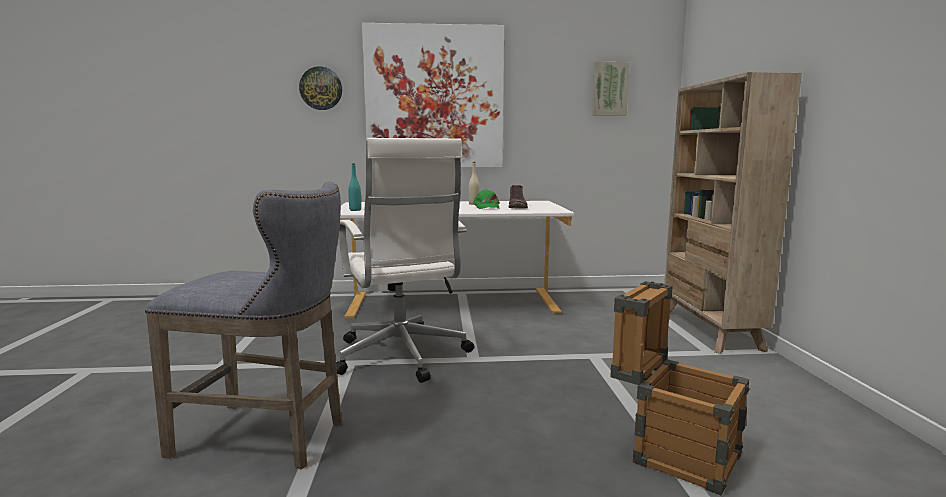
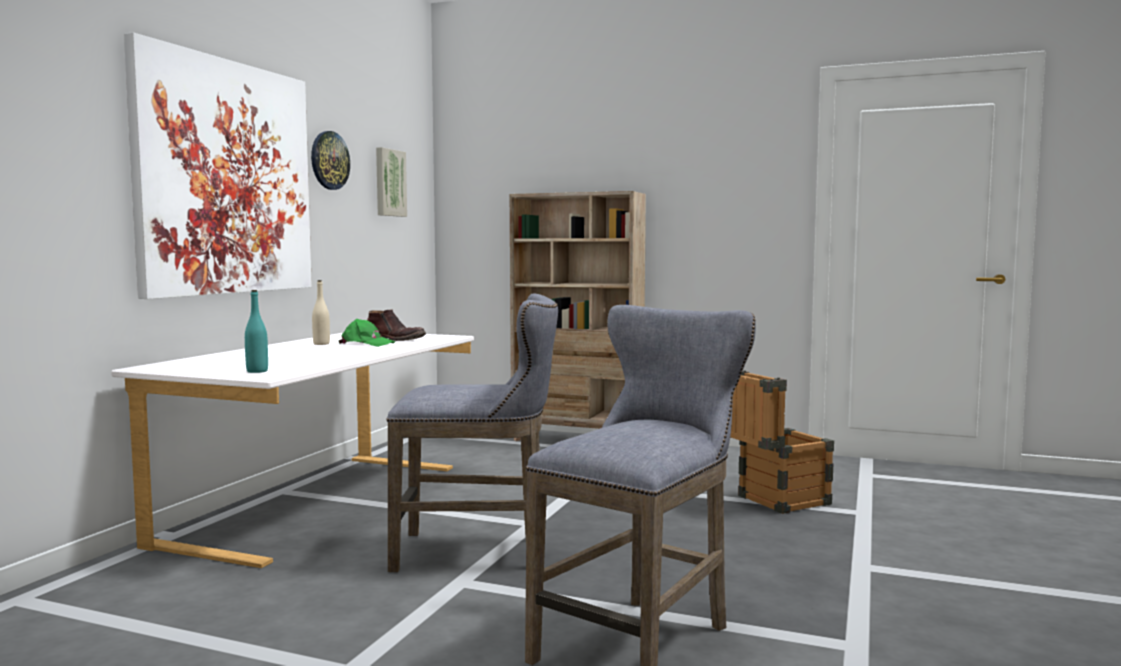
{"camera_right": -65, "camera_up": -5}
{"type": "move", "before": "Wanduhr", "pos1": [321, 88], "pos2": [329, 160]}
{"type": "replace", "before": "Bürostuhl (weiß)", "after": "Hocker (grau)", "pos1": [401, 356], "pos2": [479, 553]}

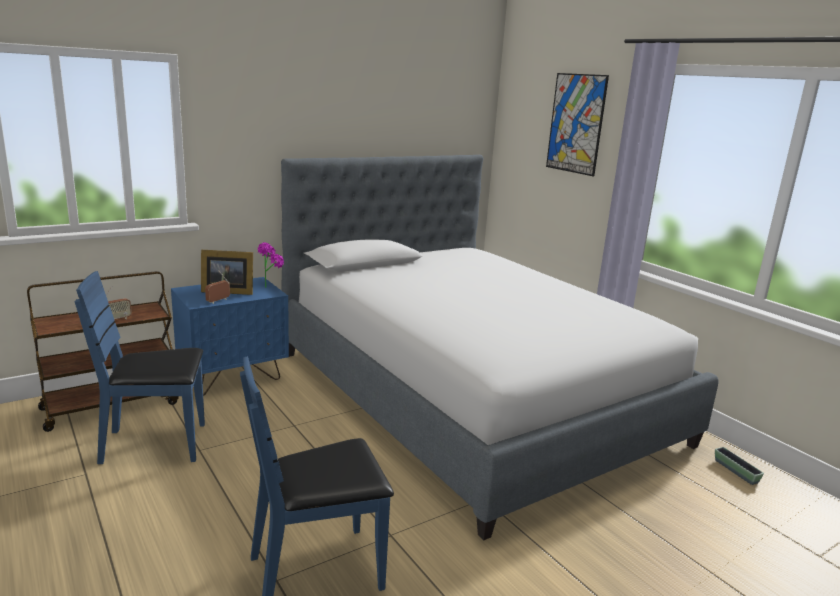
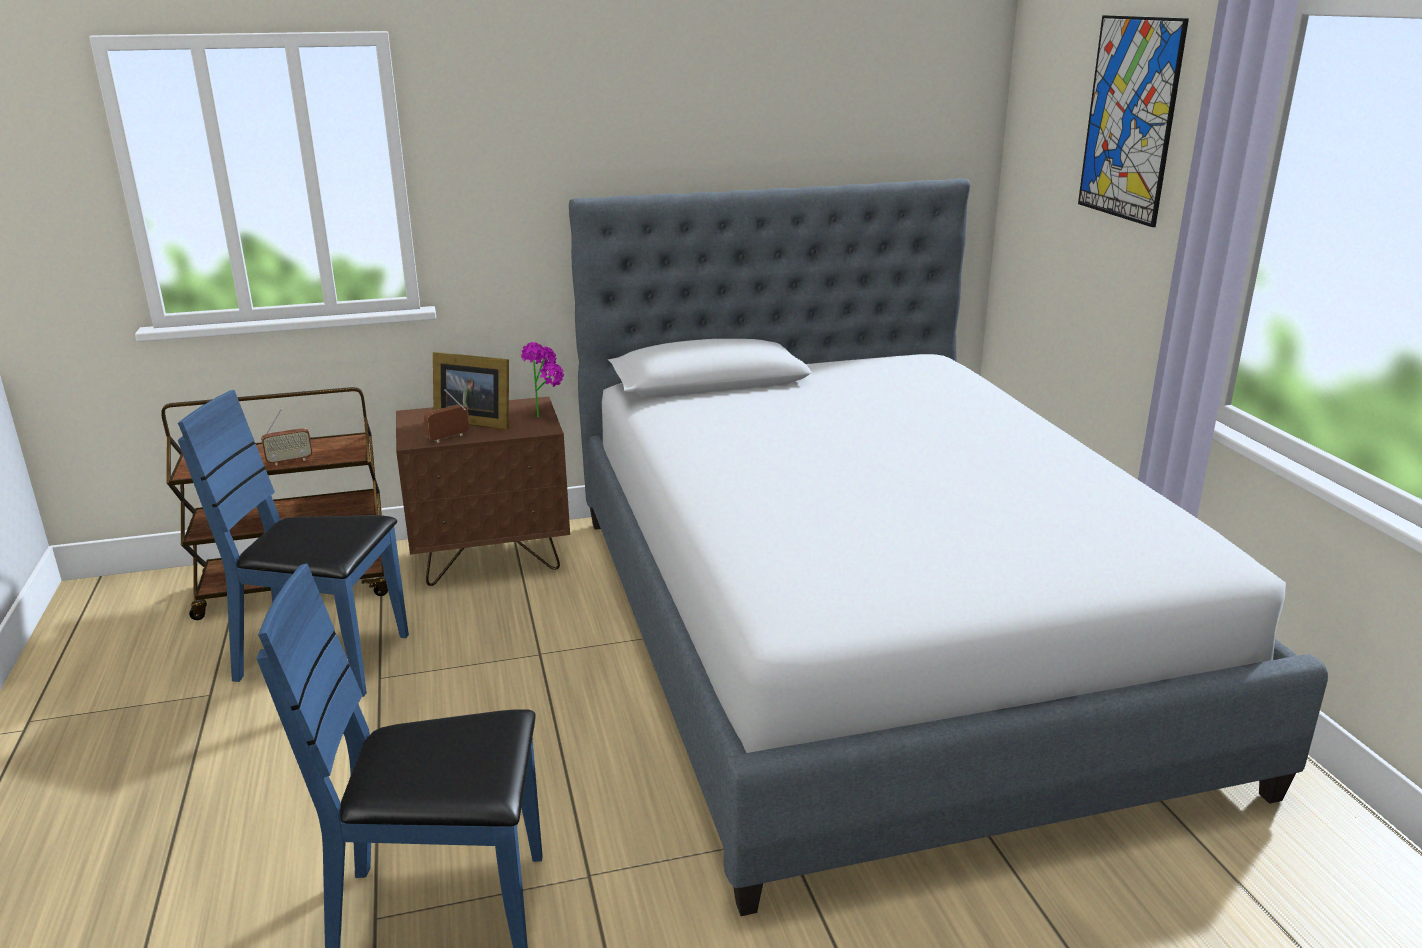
{"camera_right": 20, "camera_up": 5}
{"type": "recolor", "before": "Nachttisch (blau)", "after": "Nachttisch (braun)", "pos1": [233, 377], "pos2": [491, 558]}
{"type": "delete", "before": "Pflanzkübel", "pos1": [736, 471]}

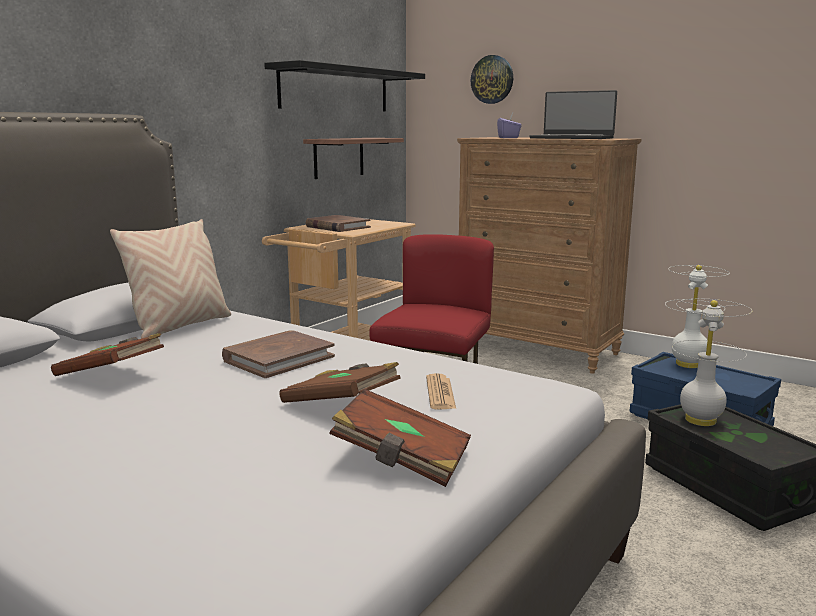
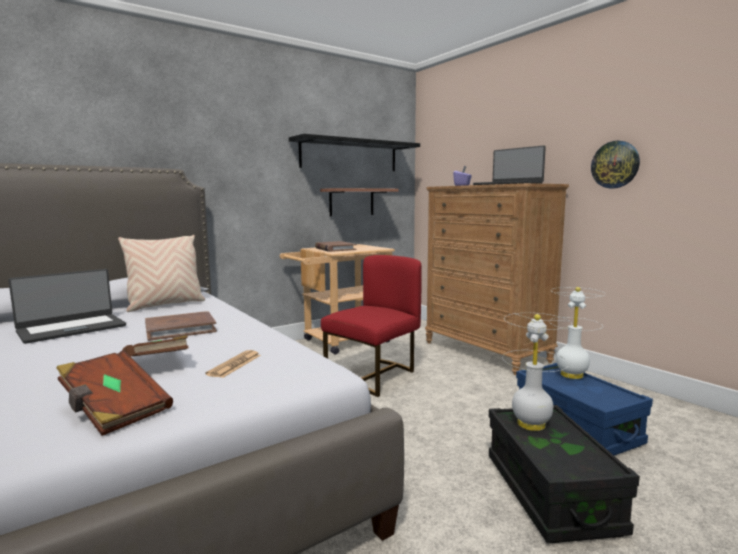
{"camera_right": 20, "camera_up": -5}
{"type": "replace", "before": "Buch (braun)", "after": "Laptop", "pos1": [111, 374], "pos2": [72, 328]}
{"type": "move", "before": "Wanduhr", "pos1": [492, 79], "pos2": [615, 164]}

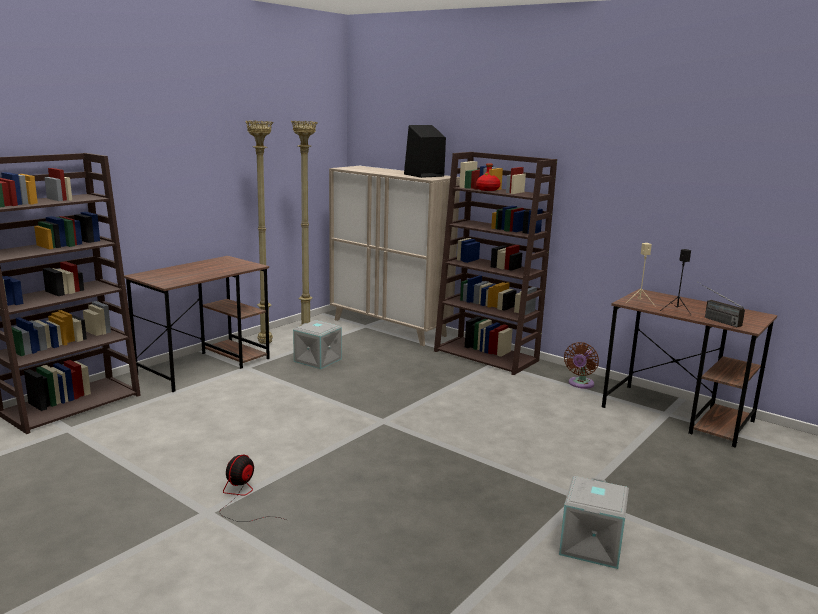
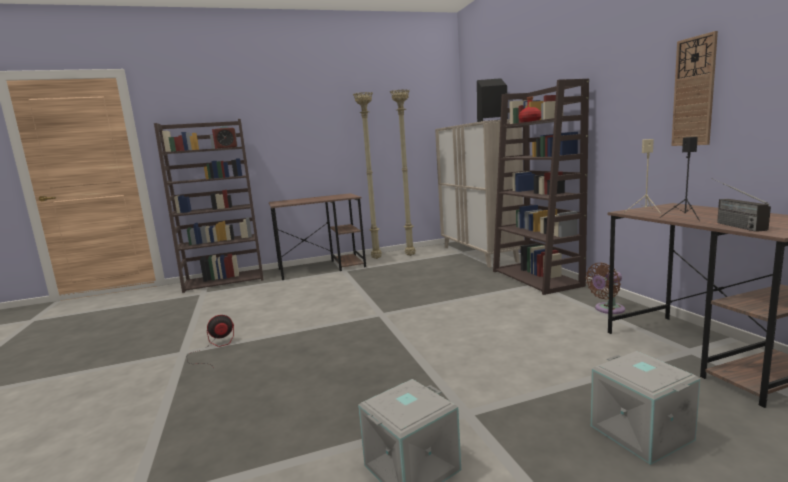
{"camera_right": 35, "camera_up": -5}
{"type": "insert", "after": "Wecker", "pos2": [227, 147]}
{"type": "move", "before": "Aufbewahrungsbox (grau)", "pos1": [317, 360], "pos2": [639, 433]}
{"type": "insert", "after": "Wanduhr", "pos2": [694, 92]}

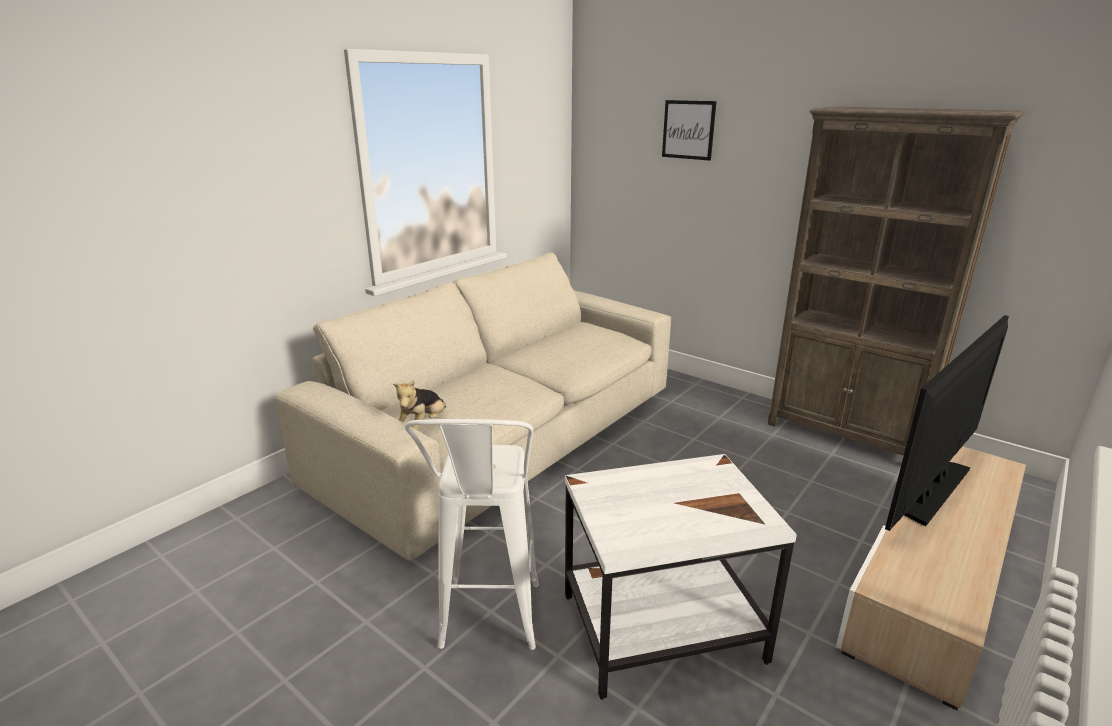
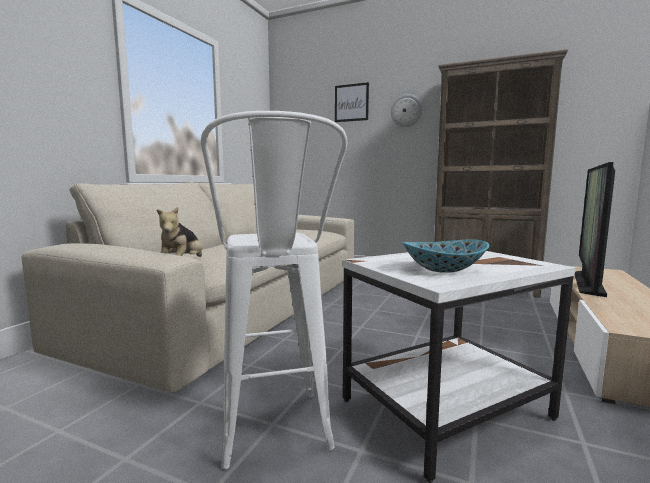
{"camera_right": -15, "camera_up": -15}
{"type": "insert", "after": "Wanduhr", "pos2": [406, 110]}
{"type": "insert", "after": "Schüssel", "pos2": [444, 269]}

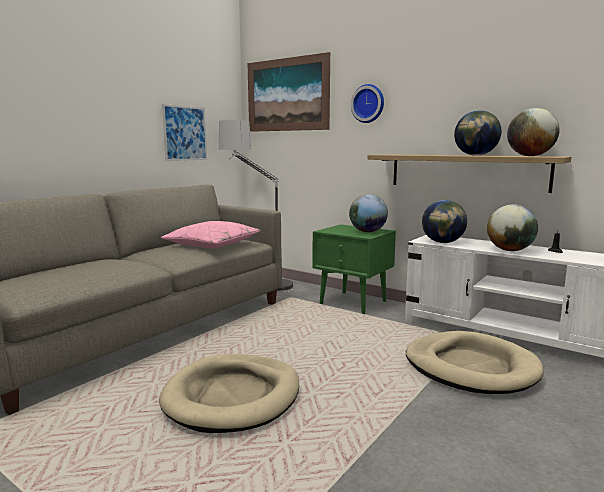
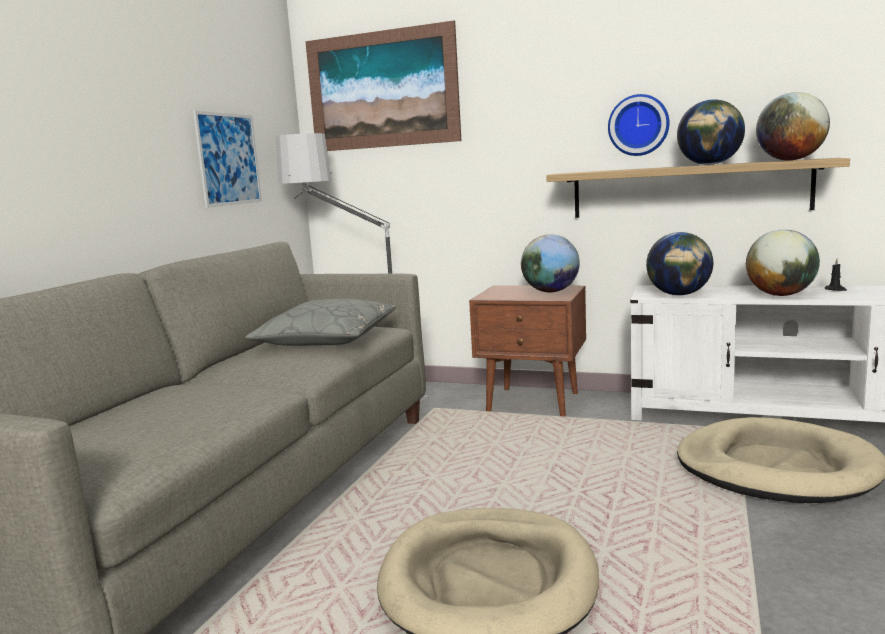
{"camera_right": -15, "camera_up": 0}
{"type": "recolor", "before": "Kissen (rosa)", "after": "Kissen (grau)", "pos1": [212, 244], "pos2": [327, 339]}
{"type": "recolor", "before": "Nachttisch (grün)", "after": "Nachttisch (braun)", "pos1": [353, 303], "pos2": [534, 402]}
{"type": "move", "before": "Wanduhr", "pos1": [368, 103], "pos2": [638, 125]}

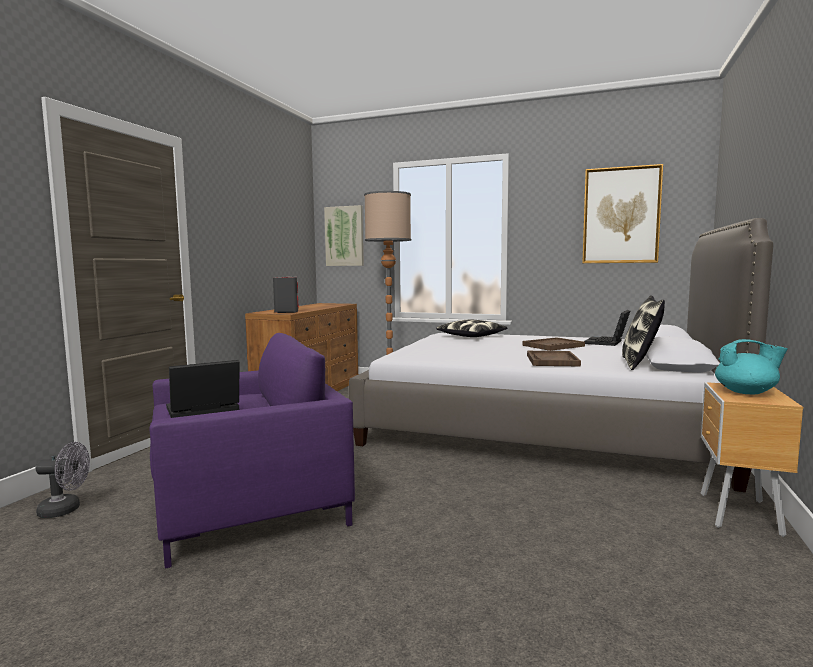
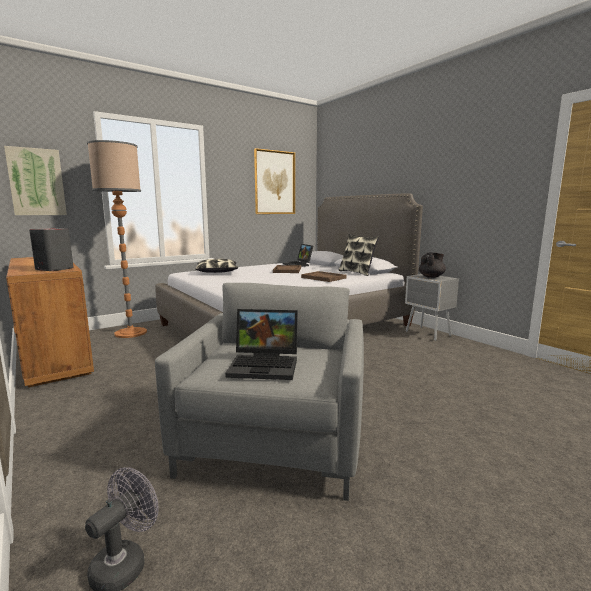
{"camera_right": -55, "camera_up": 5}
{"type": "recolor", "before": "Sessel (lila)", "after": "Sessel (grau)", "pos1": [250, 506], "pos2": [275, 439]}
{"type": "rotate", "before": "Laptop", "pos1": [201, 410], "pos2": [266, 365], "turn": -90}
{"type": "recolor", "before": "Nachttisch (braun)", "after": "Nachttisch (grau)", "pos1": [738, 515], "pos2": [428, 334]}
{"type": "recolor", "before": "Teekanne (türkis)", "after": "Teekanne (schwarz)", "pos1": [746, 392], "pos2": [431, 277]}

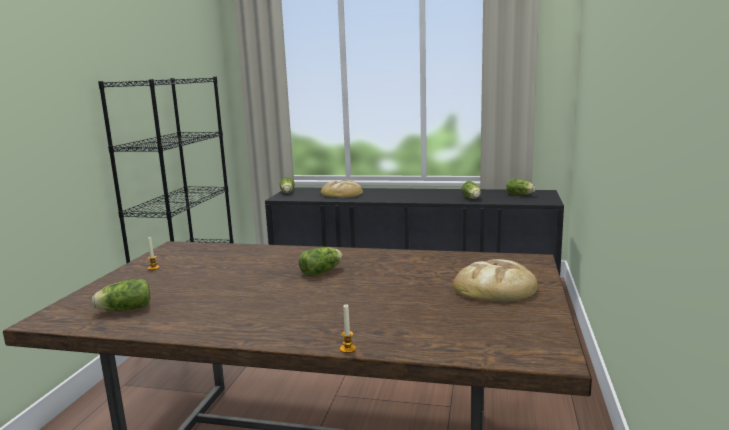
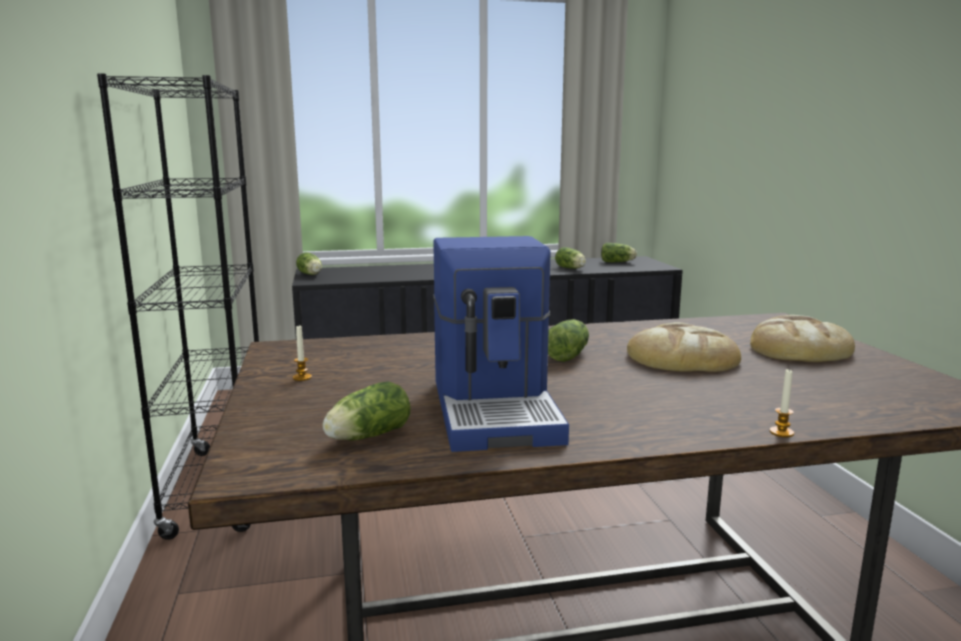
{"camera_right": -25, "camera_up": 0}
{"type": "insert", "after": "Kaffeemaschine", "pos2": [496, 409]}
{"type": "move", "before": "Brot", "pos1": [342, 193], "pos2": [681, 358]}

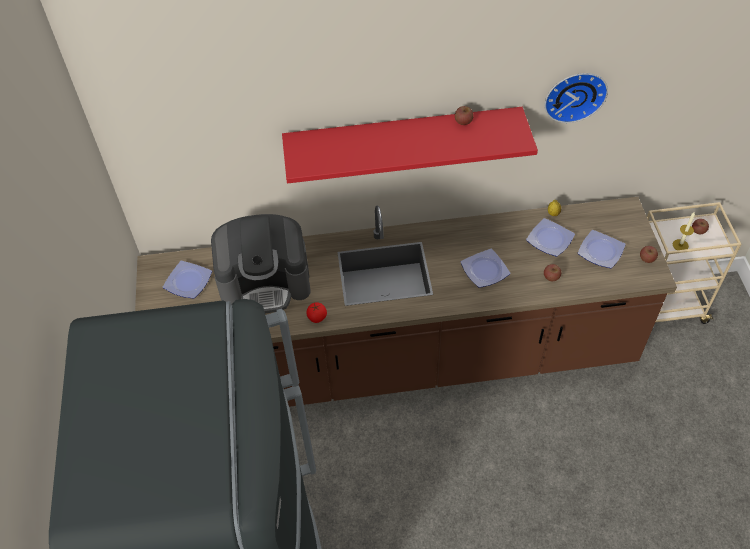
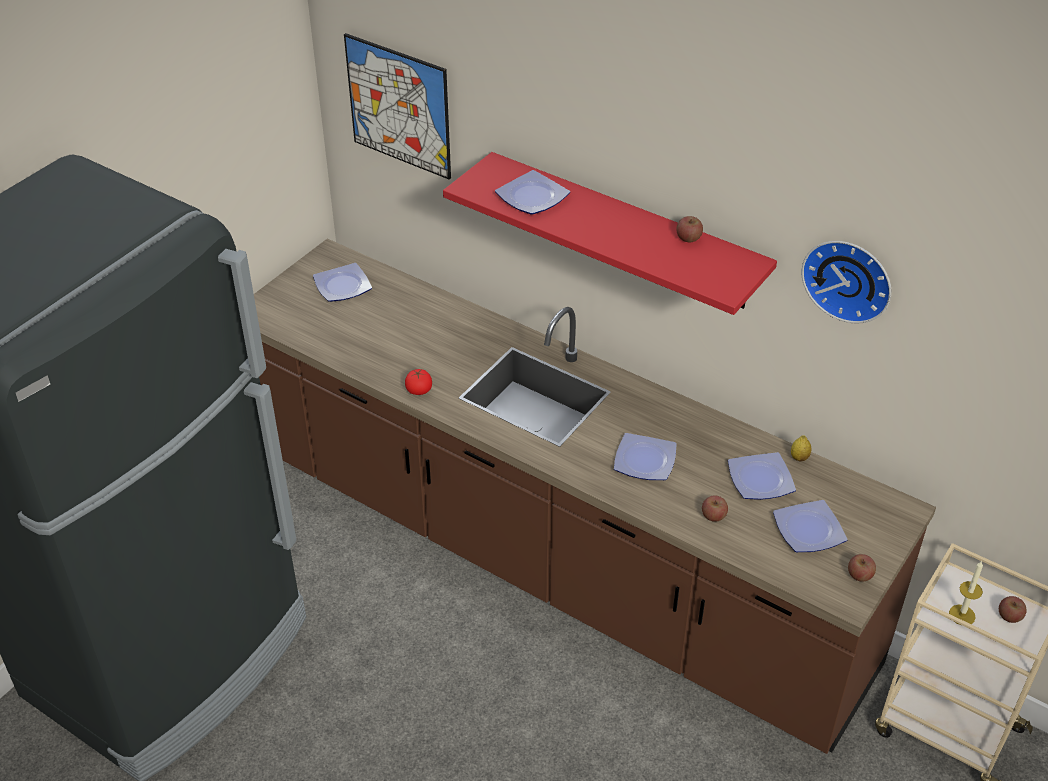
{"camera_right": 40, "camera_up": -10}
{"type": "insert", "after": "Bild", "pos2": [399, 106]}
{"type": "insert", "after": "Teller", "pos2": [530, 197]}
{"type": "delete", "before": "Kaffeemaschine", "pos1": [265, 282]}

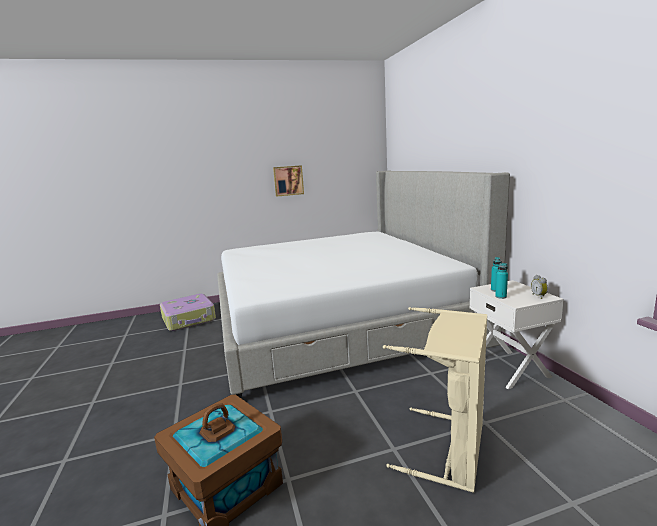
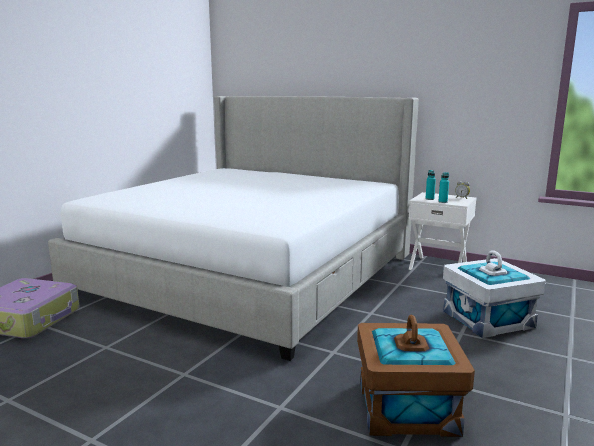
{"camera_right": -45, "camera_up": 0}
{"type": "replace", "before": "Wäschekorb (beige)", "after": "Aufbewahrungsbox (weiß)", "pos1": [450, 449], "pos2": [488, 319]}
{"type": "delete", "before": "Bild", "pos1": [288, 180]}

